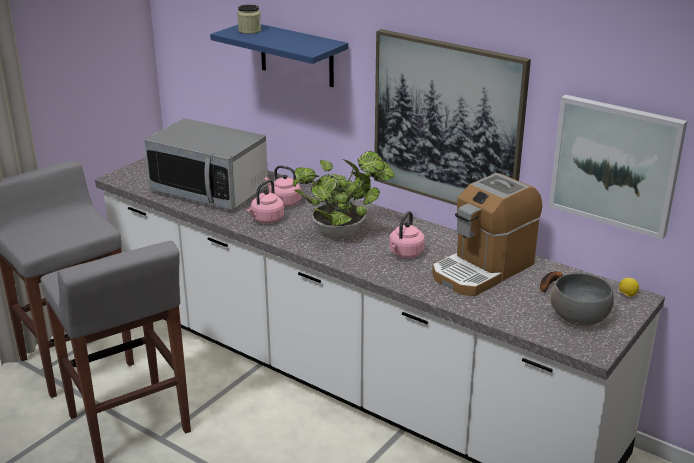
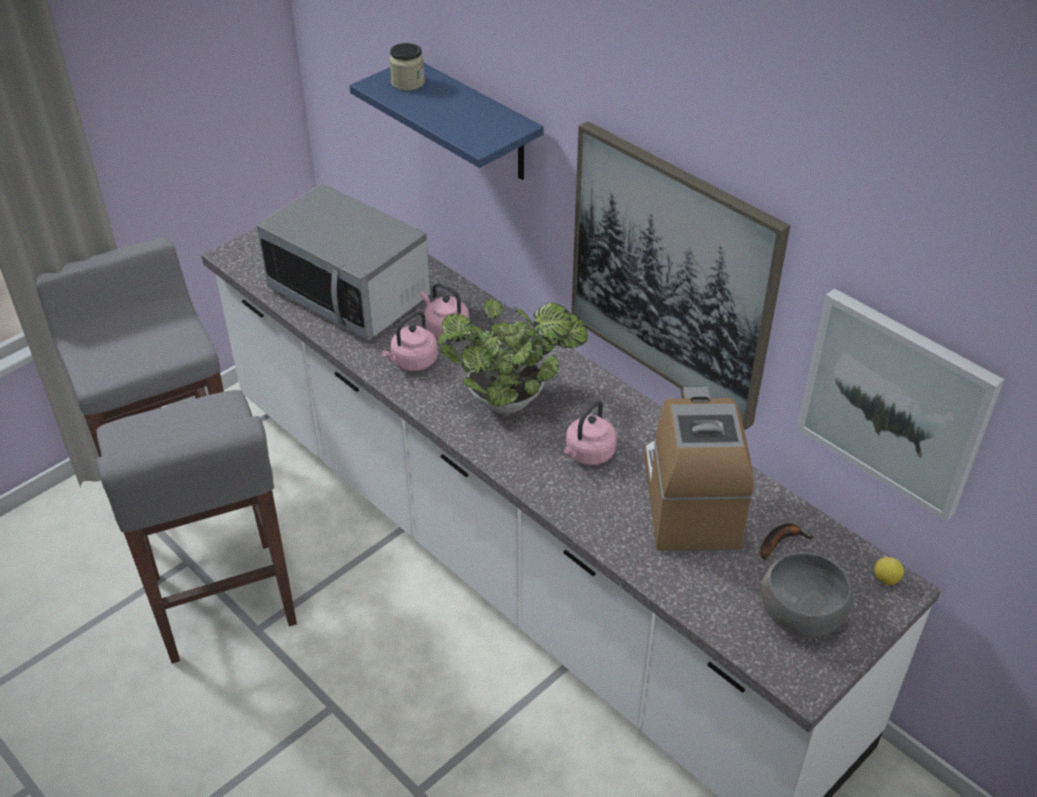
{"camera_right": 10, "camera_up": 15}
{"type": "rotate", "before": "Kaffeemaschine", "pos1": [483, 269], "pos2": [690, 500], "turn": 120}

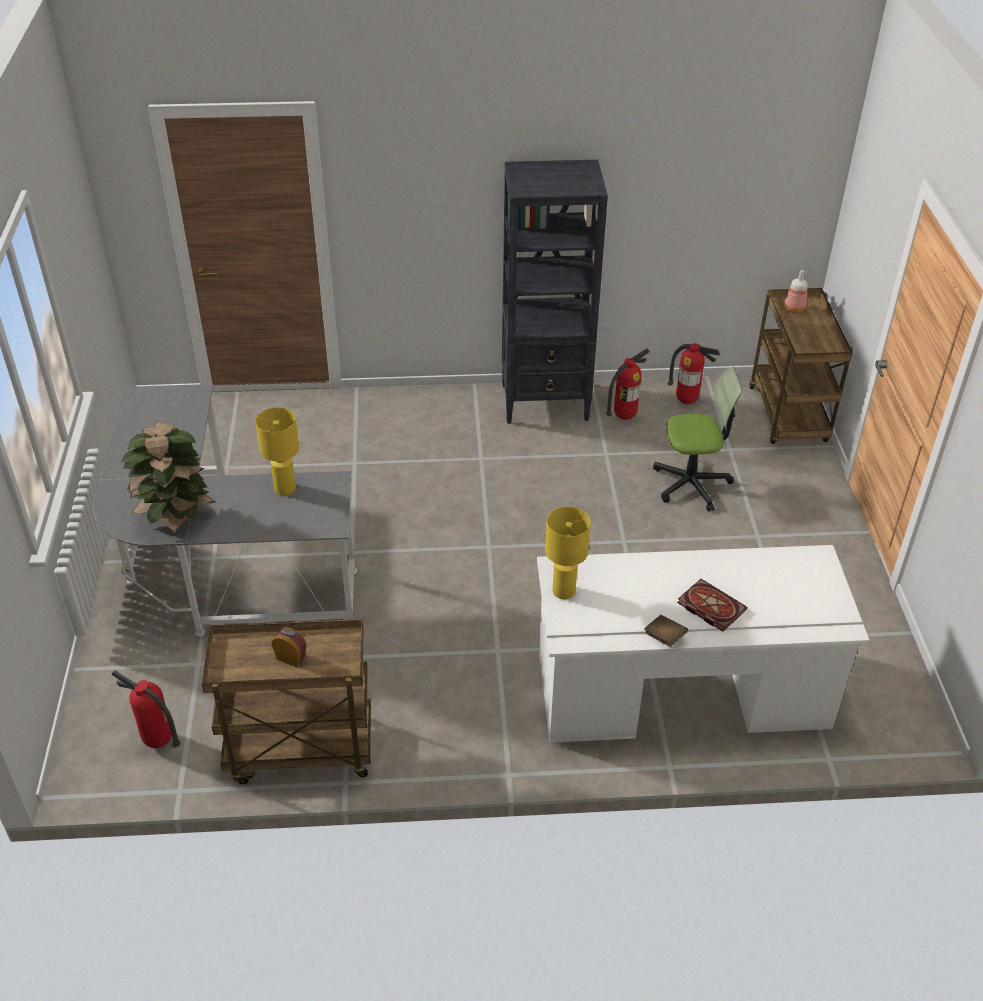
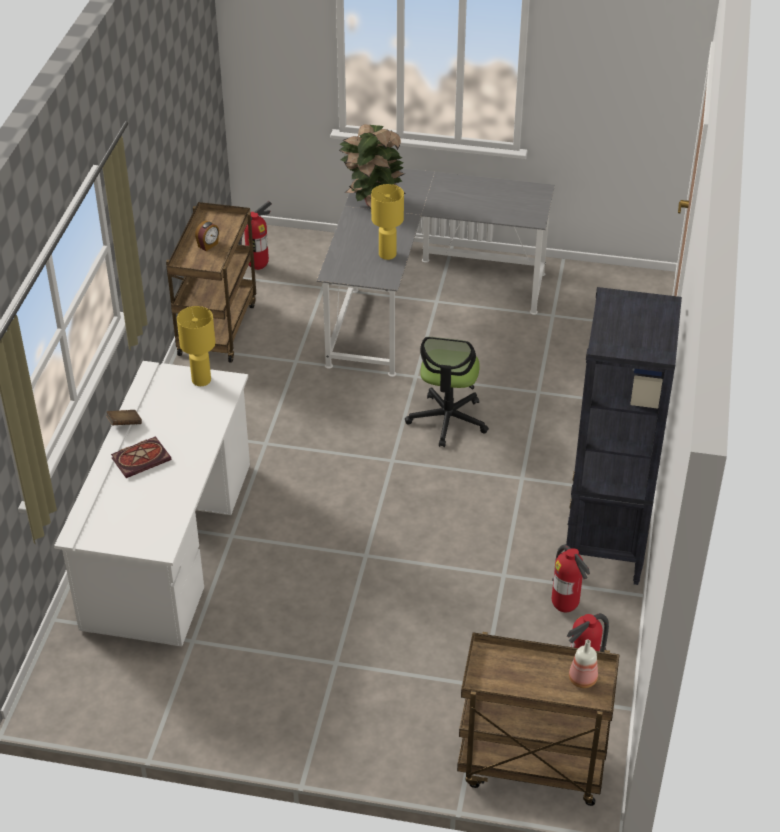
{"camera_right": 105, "camera_up": 0}
{"type": "move", "before": "Bürostuhl", "pos1": [691, 484], "pos2": [447, 420]}

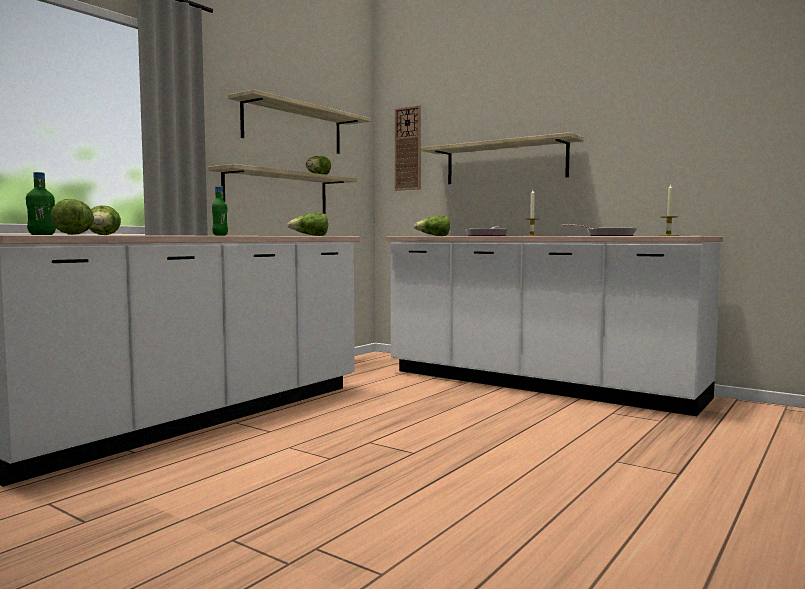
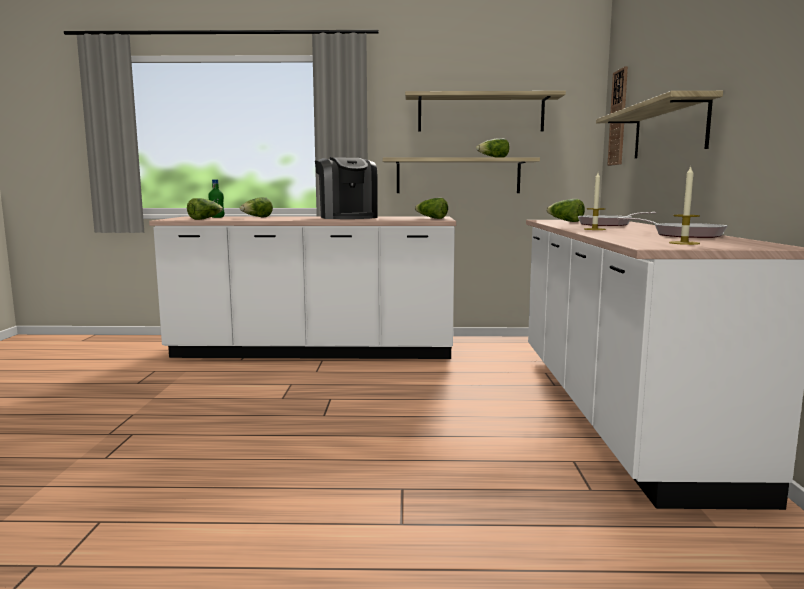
{"camera_right": 55, "camera_up": 5}
{"type": "replace", "before": "Flasche (grün)", "after": "Kaffeemaschine", "pos1": [220, 235], "pos2": [347, 217]}

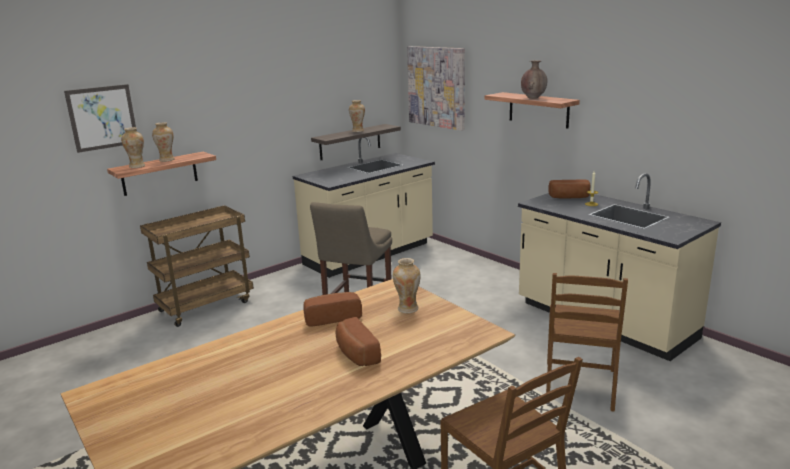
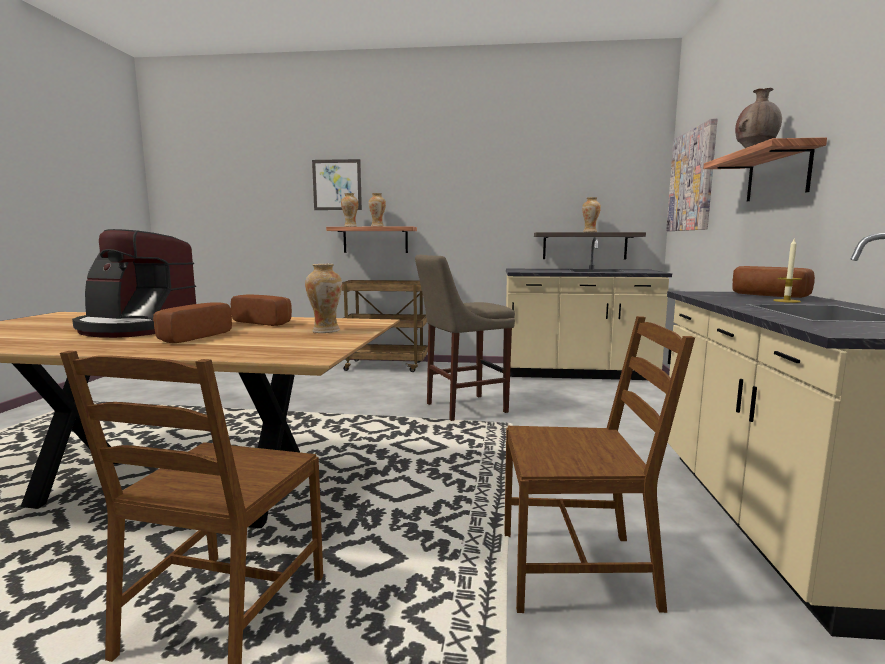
{"camera_right": 45, "camera_up": -10}
{"type": "insert", "after": "Kaffeemaschine", "pos2": [136, 329]}
{"type": "rotate", "before": "Stuhl (braun)", "pos1": [580, 386], "pos2": [577, 569], "turn": -150}

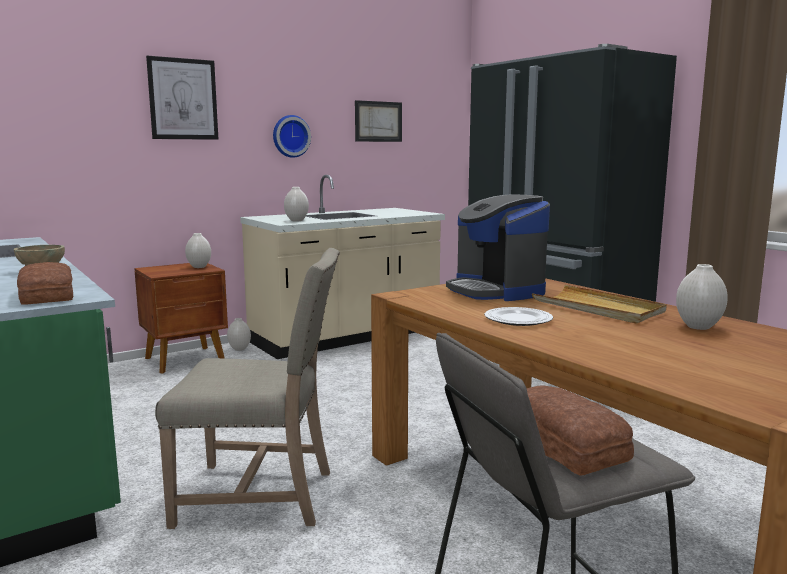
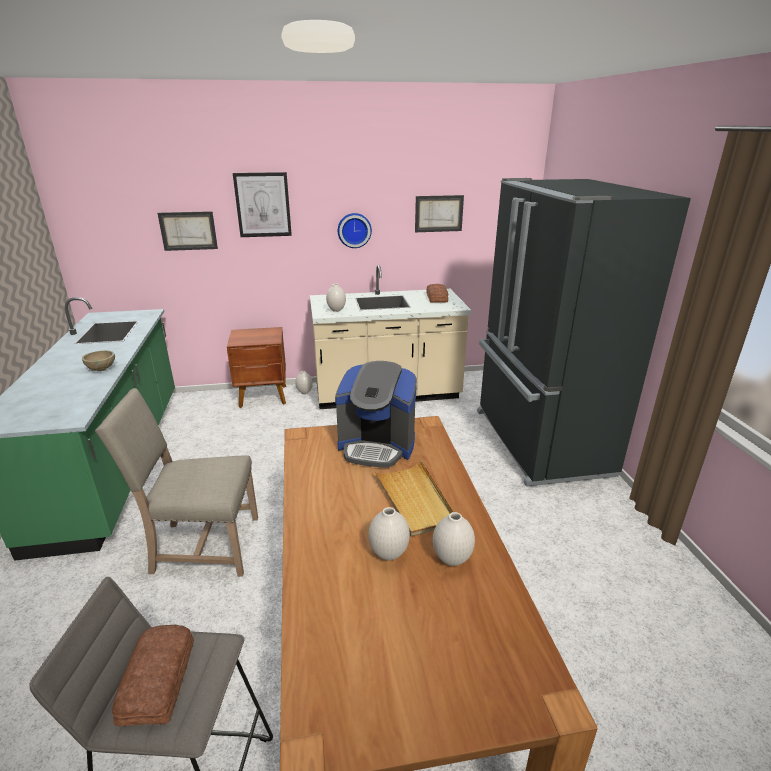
{"camera_right": 25, "camera_up": 15}
{"type": "rotate", "before": "Stuhl (beige)", "pos1": [261, 495], "pos2": [202, 546], "turn": 150}
{"type": "insert", "after": "Bild", "pos2": [188, 231]}
{"type": "rotate", "before": "Kaffeemaschine", "pos1": [496, 291], "pos2": [377, 446], "turn": -75}
{"type": "move", "before": "Vase (weiß)", "pos1": [199, 267], "pos2": [389, 554]}
{"type": "move", "before": "Brot", "pos1": [48, 294], "pos2": [437, 297]}
{"type": "delete", "before": "Teller", "pos1": [518, 319]}

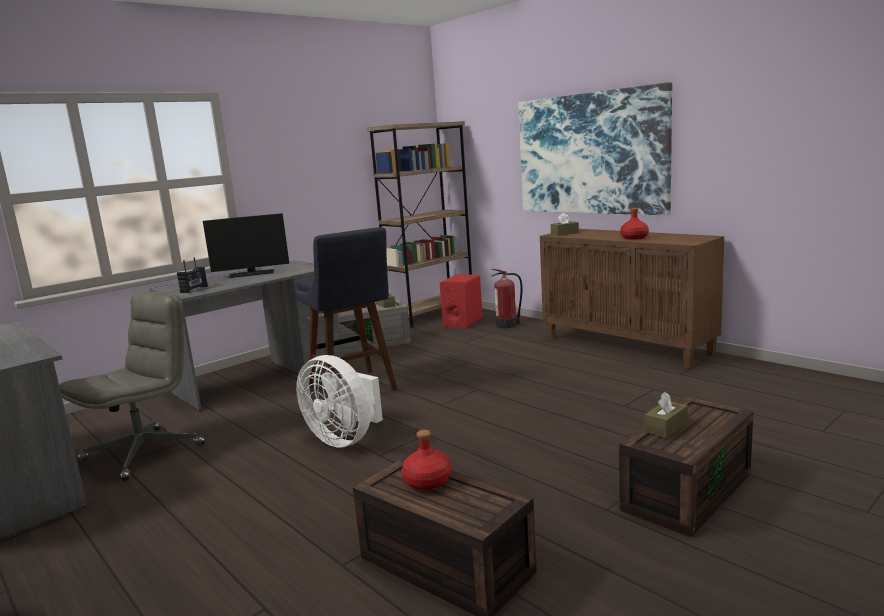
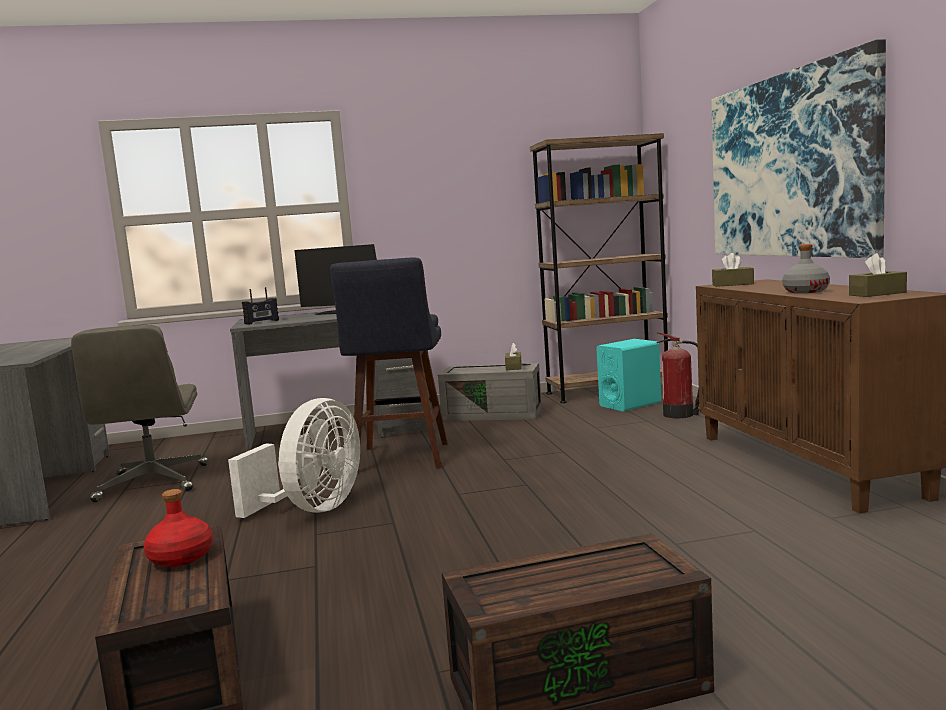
{"camera_right": 30, "camera_up": -5}
{"type": "rotate", "before": "Bürostuhl (grau)", "pos1": [144, 452], "pos2": [153, 483], "turn": 105}
{"type": "rotate", "before": "Ventilator (weiß)", "pos1": [344, 439], "pos2": [313, 509], "turn": -135}
{"type": "recolor", "before": "Lautsprecher (rot)", "after": "Lautsprecher (türkis)", "pos1": [463, 322], "pos2": [630, 404]}
{"type": "recolor", "before": "Flasche (rot)", "after": "Flasche (grau)", "pos1": [634, 238], "pos2": [805, 291]}
{"type": "move", "before": "Taschentuchbox (braun)", "pos1": [666, 427], "pos2": [877, 294]}

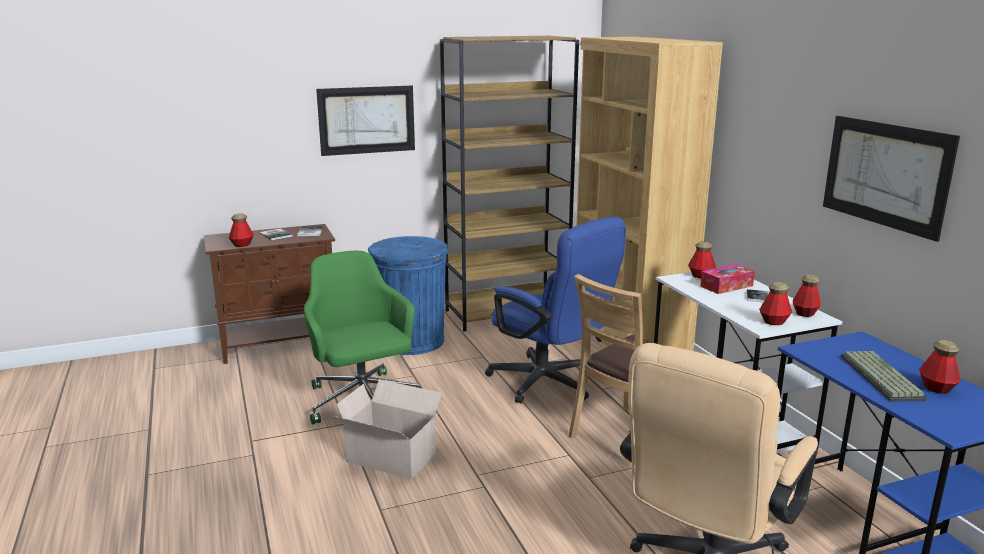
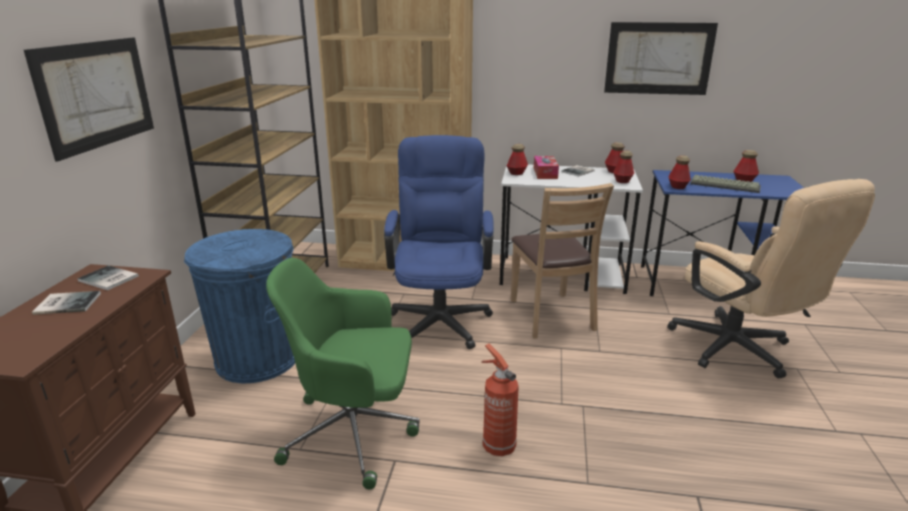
{"camera_right": -60, "camera_up": 5}
{"type": "rotate", "before": "Bürostuhl (blau)", "pos1": [550, 384], "pos2": [441, 317], "turn": -75}
{"type": "replace", "before": "Karton", "after": "Feuerlöscher", "pos1": [393, 458], "pos2": [497, 446]}
{"type": "move", "before": "Flasche", "pos1": [242, 245], "pos2": [678, 187]}

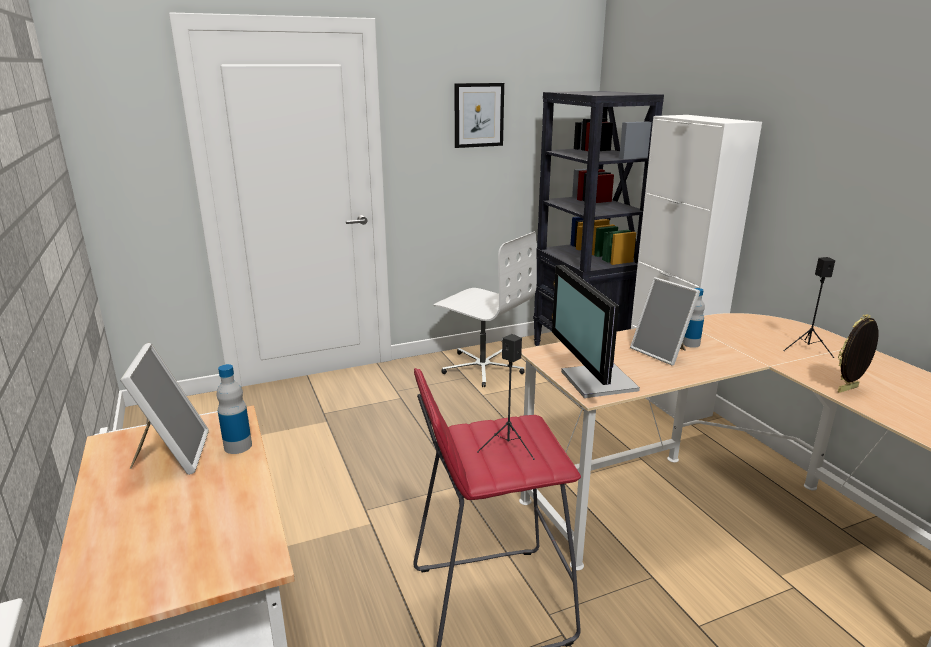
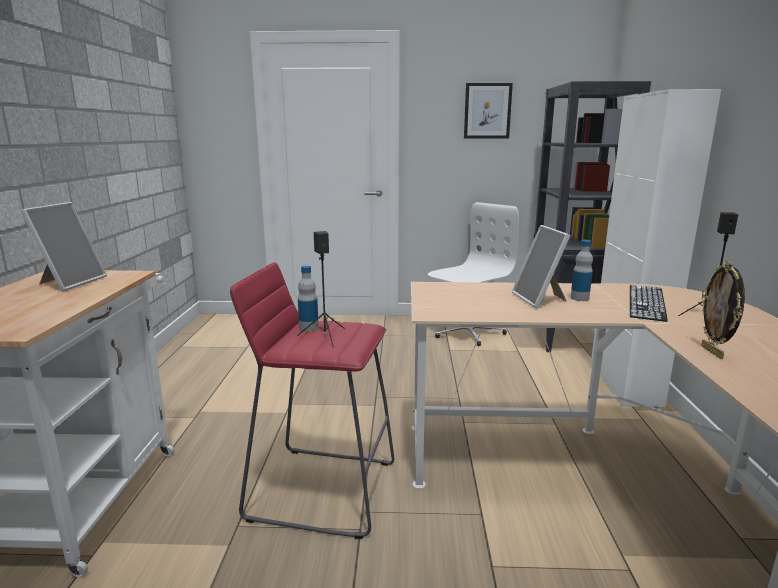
{"camera_right": 25, "camera_up": -5}
{"type": "move", "before": "Flasche", "pos1": [238, 446], "pos2": [308, 328]}
{"type": "rotate", "before": "Bürostuhl (weiß)", "pos1": [482, 367], "pos2": [467, 332], "turn": -105}
{"type": "insert", "after": "Tastatur", "pos2": [646, 302]}
{"type": "rotate", "before": "Bilderrahmen", "pos1": [849, 390], "pos2": [713, 352], "turn": -90}
{"type": "delete", "before": "Monitor", "pos1": [596, 382]}

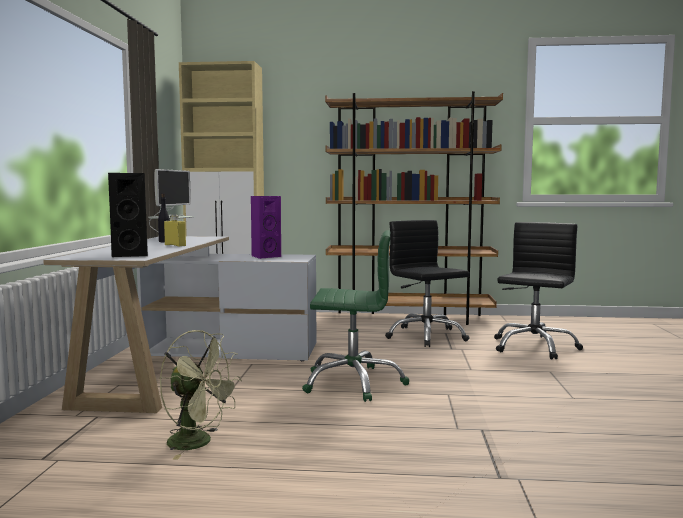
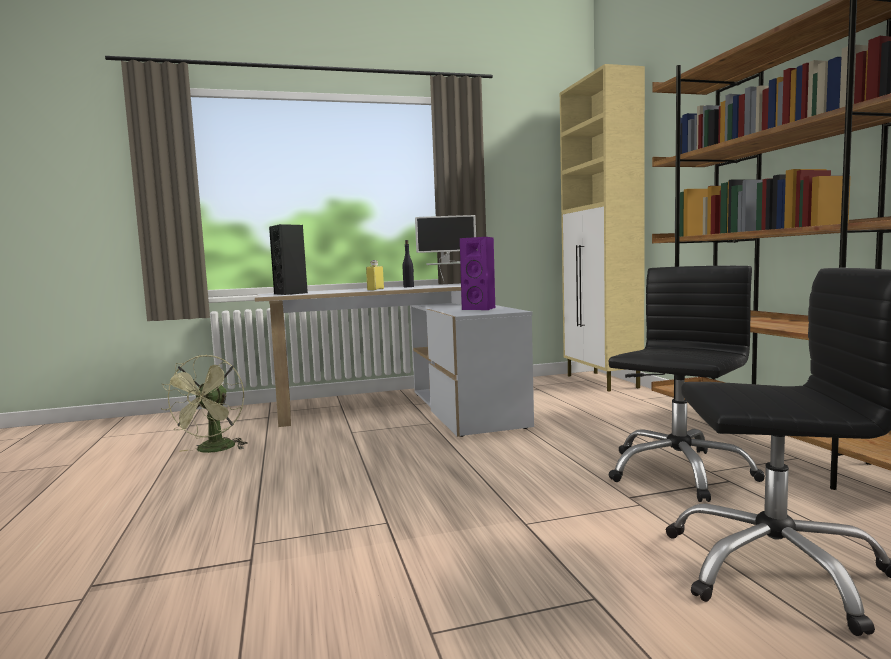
{"camera_right": 70, "camera_up": 0}
{"type": "delete", "before": "Bürostuhl (grün)", "pos1": [353, 382]}

